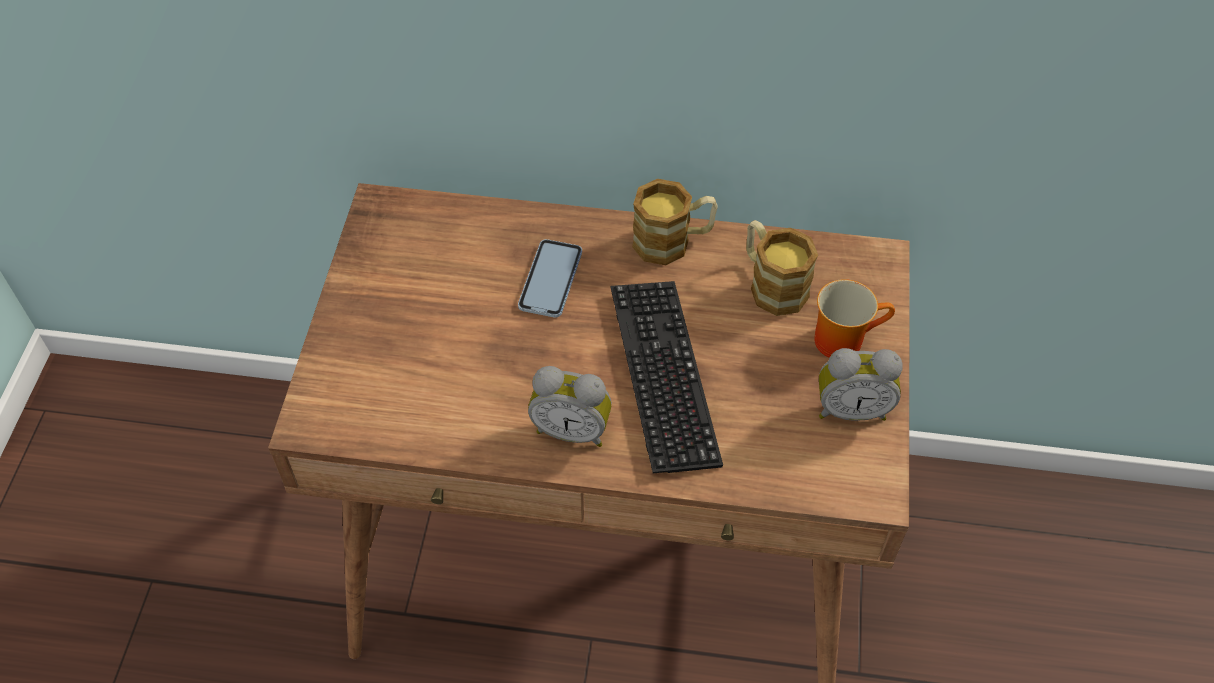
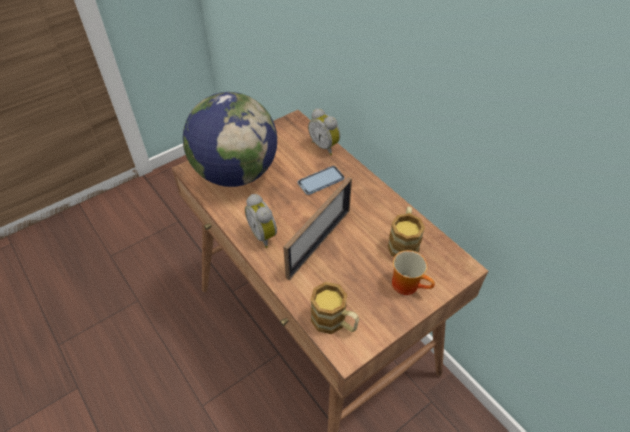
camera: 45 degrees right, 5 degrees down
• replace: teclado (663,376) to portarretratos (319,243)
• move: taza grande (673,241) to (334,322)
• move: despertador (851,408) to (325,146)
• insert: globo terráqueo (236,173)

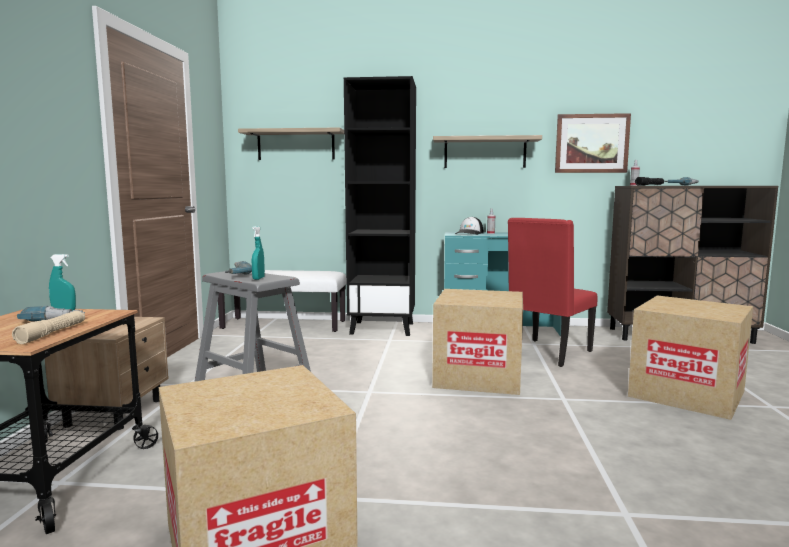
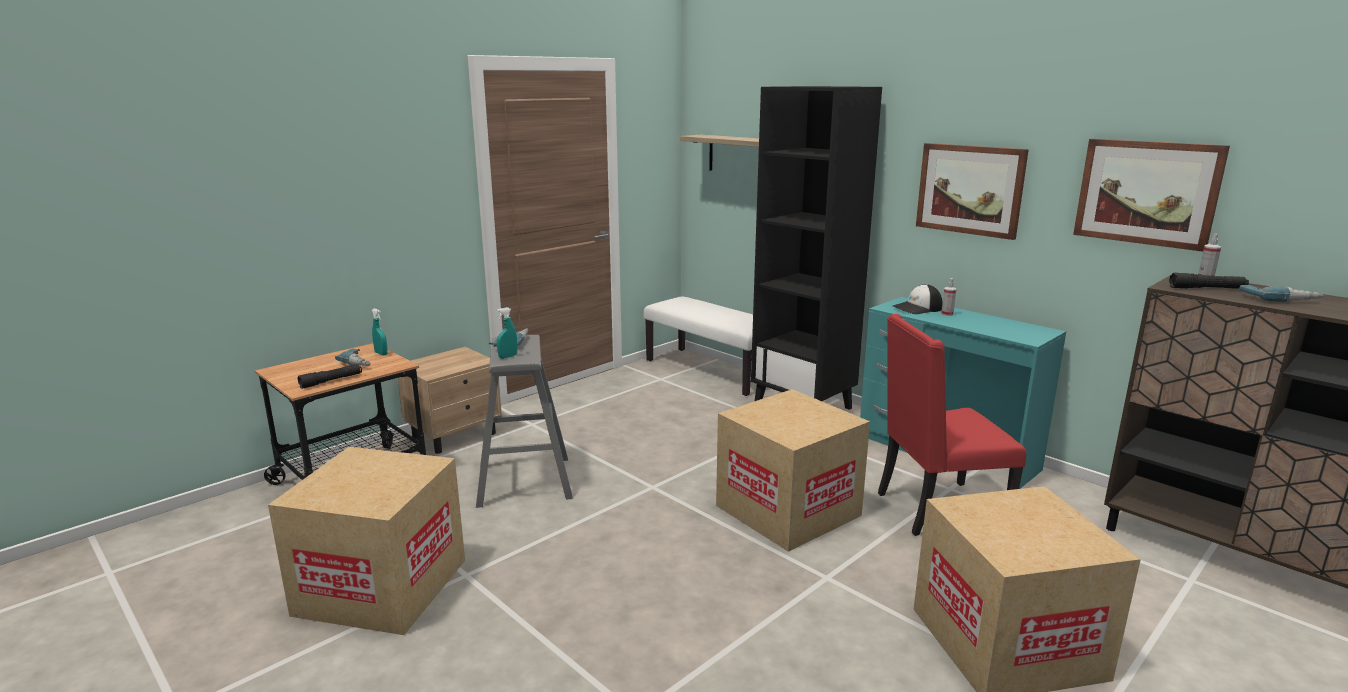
camera: 40 degrees right, 10 degrees up
• recolor: linterna (beis) (52,333) to linterna (negro) (331,381)
• replace: estante (485,152) to cuadro (970,189)

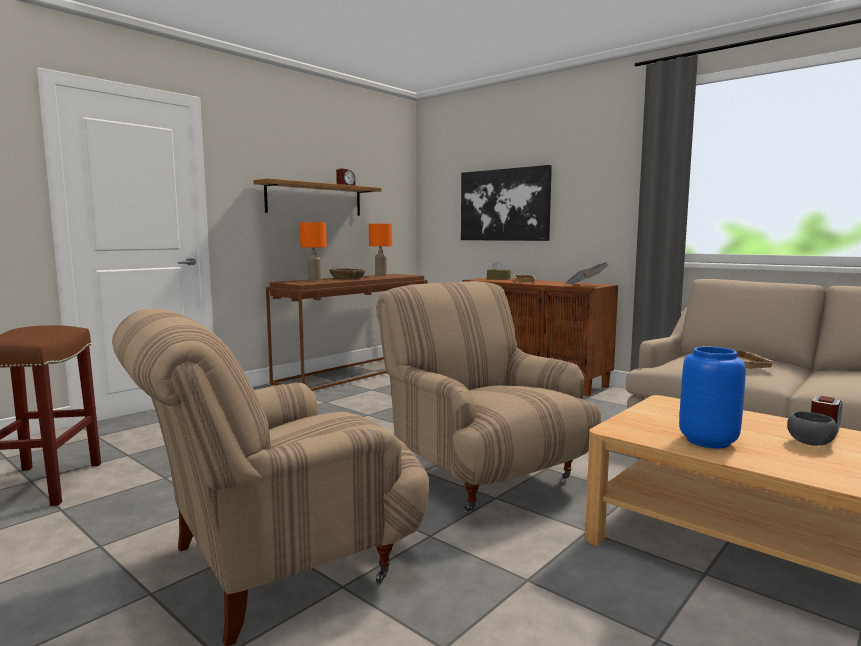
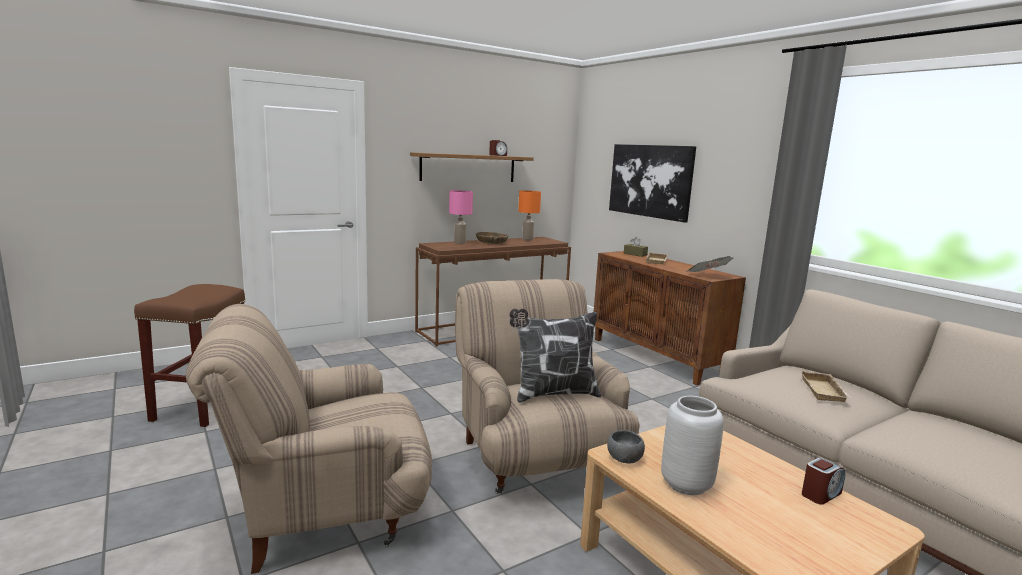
camera: 15 degrees right, 5 degrees up
• recolor: lámpara de mesa (naranja) (314,280) to lámpara de mesa (rosa) (460,243)
• recolor: florero (azul) (708,442) to florero (gris) (686,485)
• move: cuenco (gris) (809,443) to (623,459)
• insert: cojín (553,394)

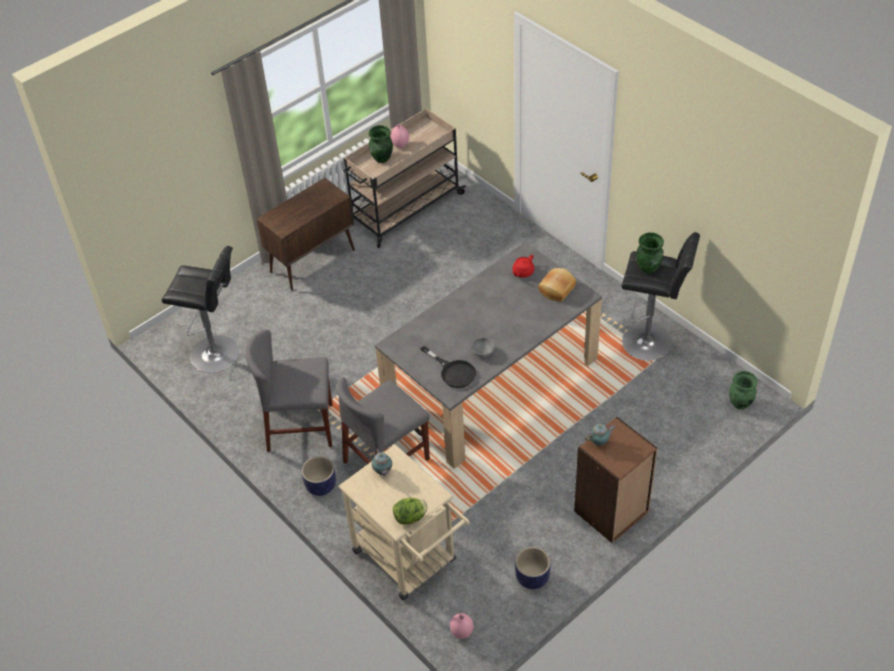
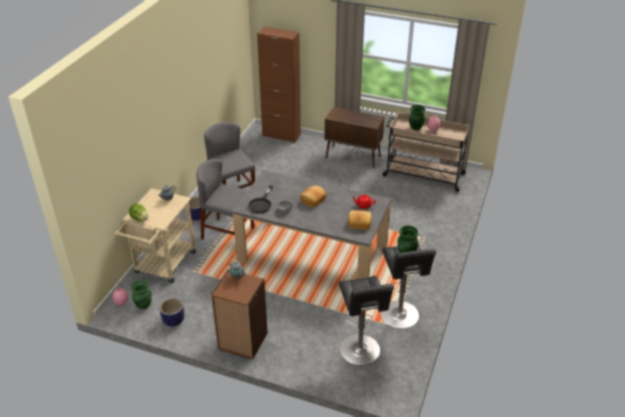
camera: 60 degrees right, 10 degrees down
• move: taburete (negro) (218,354) to (361,352)
• move: florero (verde) (740,404) to (143,305)
• insert: armario (marrón) (281,135)
• insert: pan (312,200)

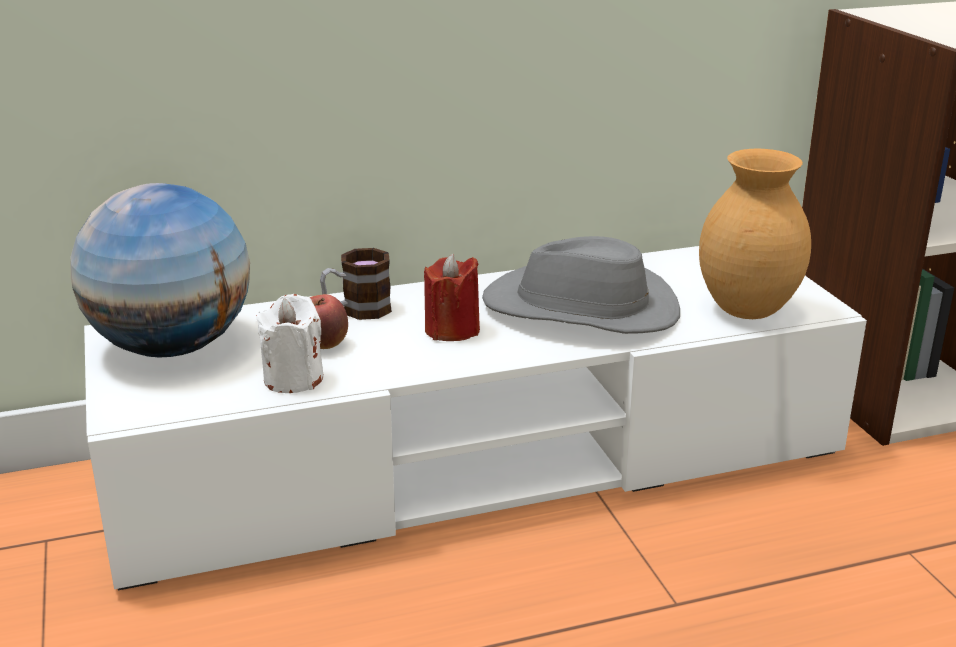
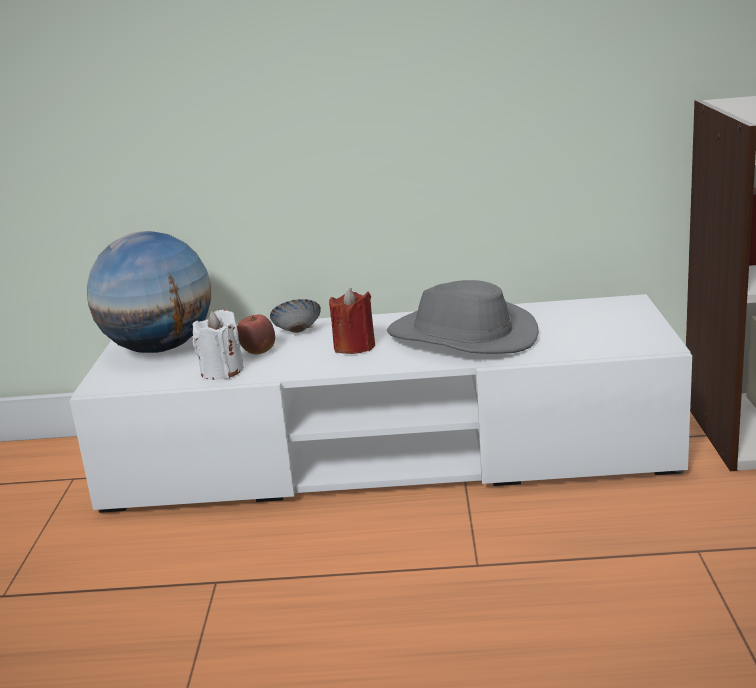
camera: 20 degrees right, 5 degrees down
• replace: taza grande (357,311) to cuenco (297,332)
• delete: florero (marrón) (747,311)

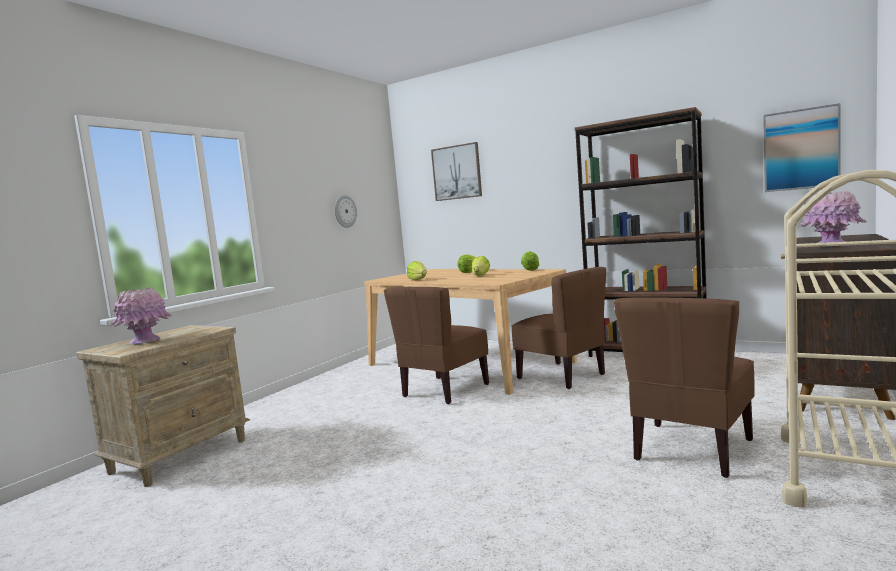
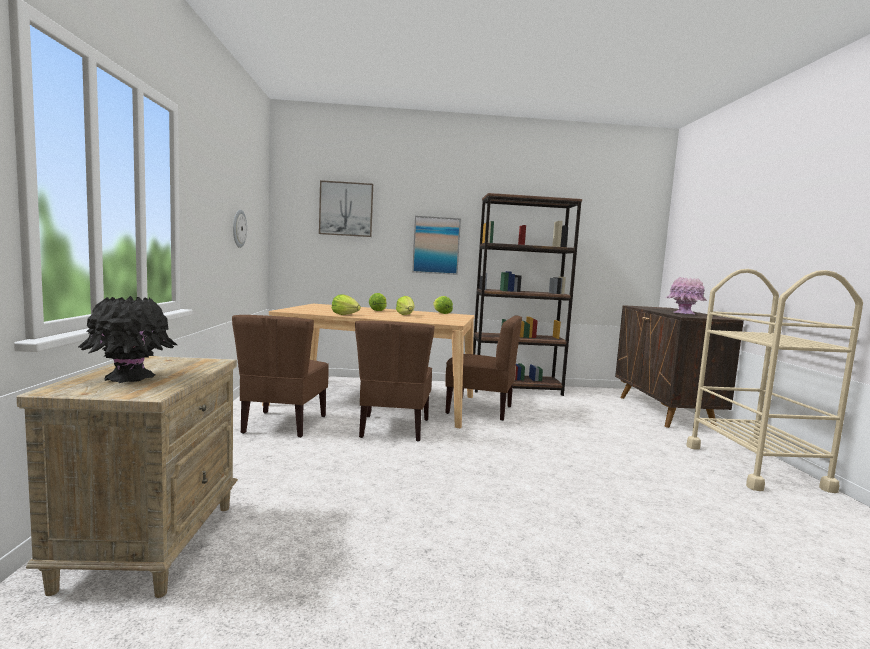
camera: 35 degrees left, 0 degrees up
• recolor: florero (rosa) (145,341) to florero (negro) (130,377)
• move: silla (marrón) (691,449) to (283,424)
• move: cuadro (800,149) to (436,245)

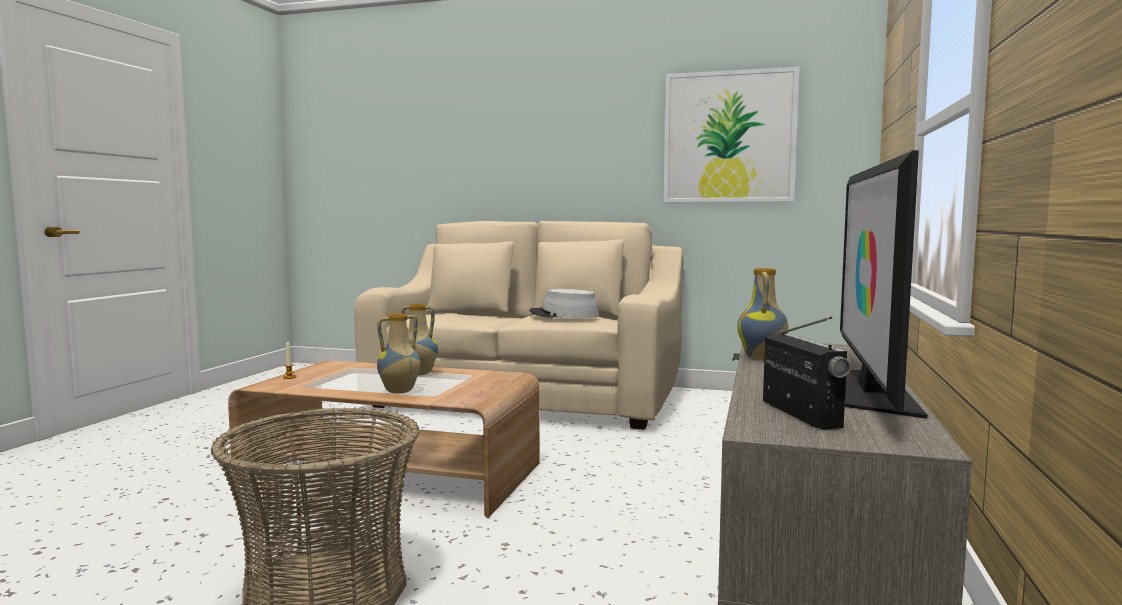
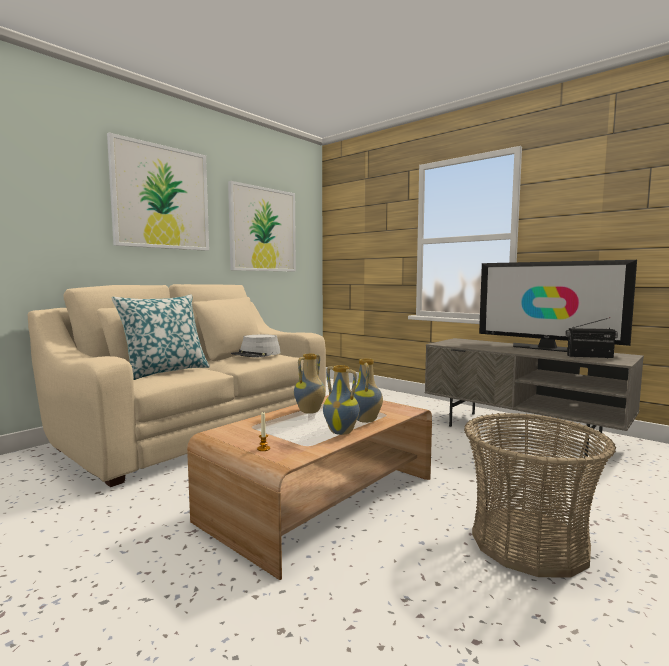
camera: 65 degrees left, 0 degrees up
• move: florero (763,358) to (342,432)
• insert: cuadro (161,197)
• insert: cojín (165,372)

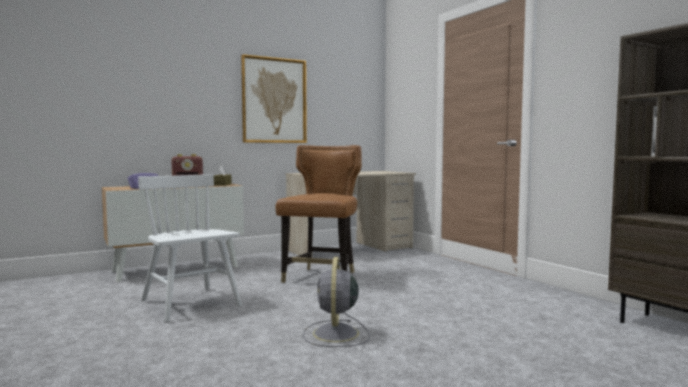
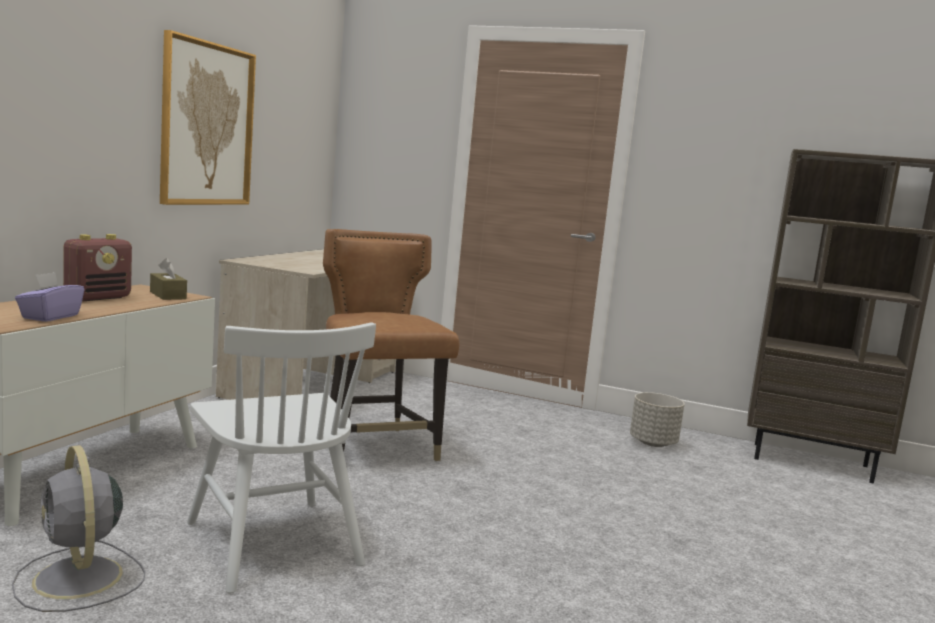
camera: 40 degrees left, 5 degrees up
• rotate: silla (blanco) (190,303) = (273,543) 135 degrees counterclockwise
• move: ventilador (gris) (335,334) to (79,579)
• insert: maceta (gris) (653,443)

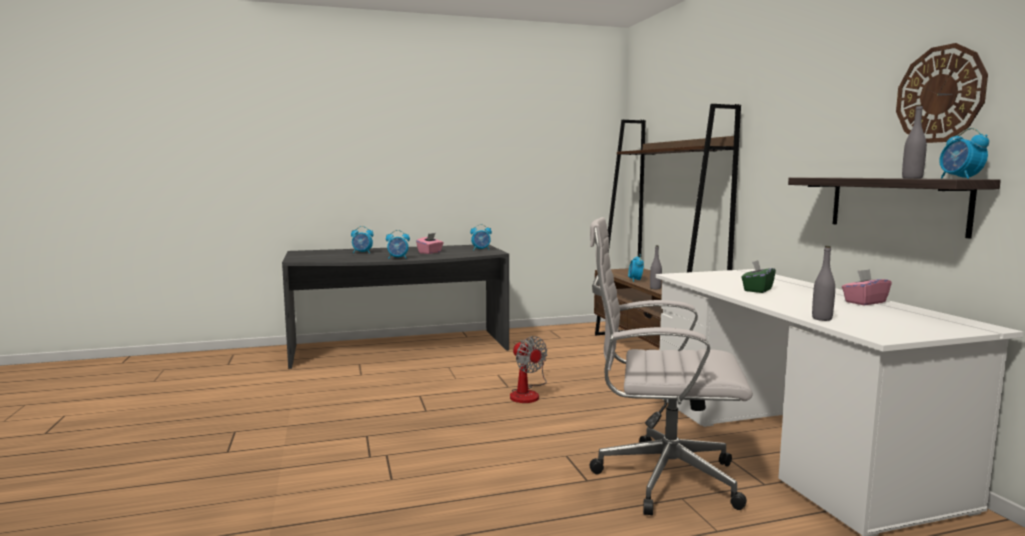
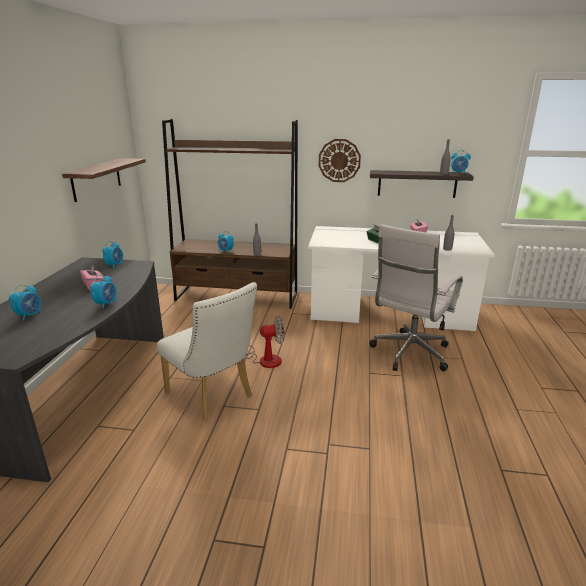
camera: 65 degrees left, 15 degrees up
• move: reloj de pared (940,94) to (339,160)
• insert: estante (96,179)
• insert: silla (blanco) (213,396)

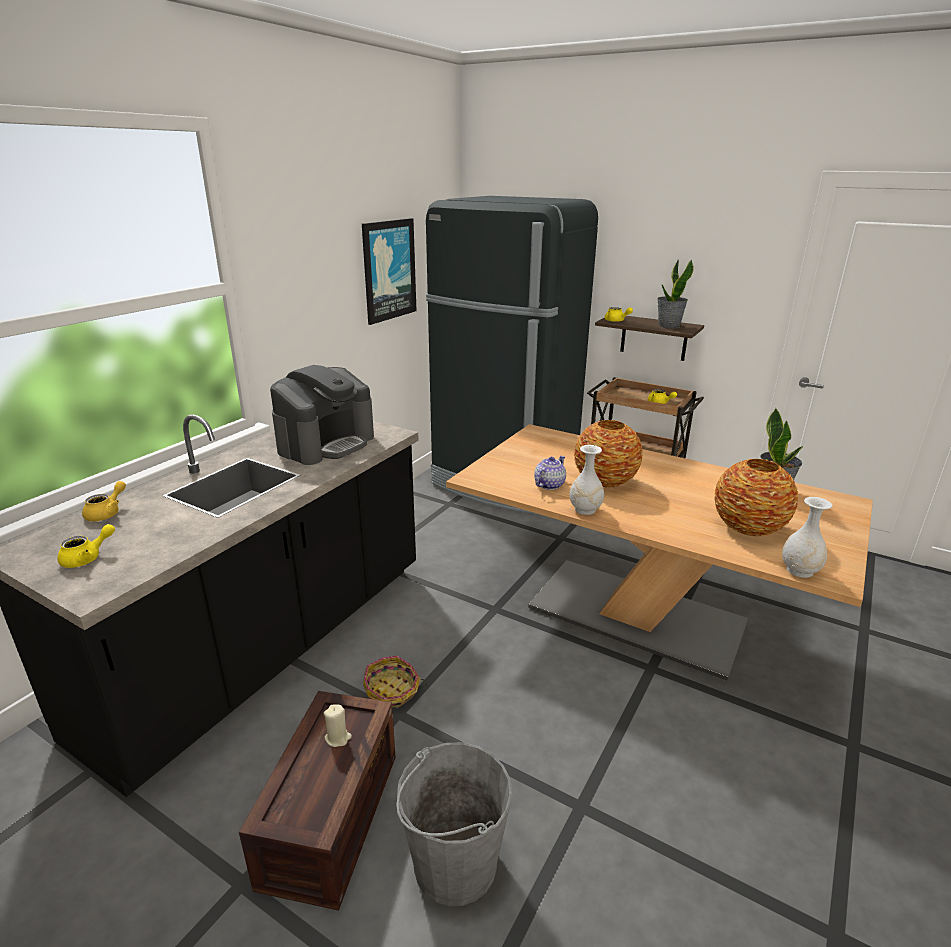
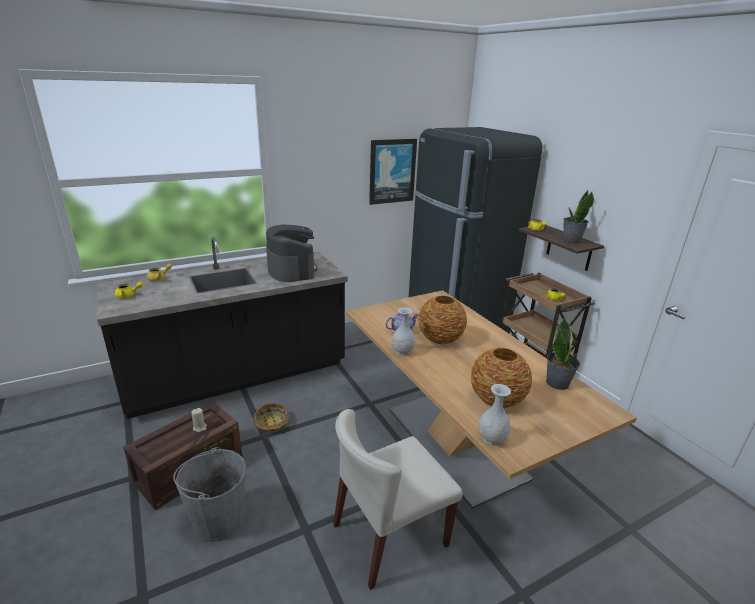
camera: 30 degrees right, 0 degrees up
• rotate: cafetera (326,443) = (291,270) 90 degrees counterclockwise
• insert: silla (beis) (389,536)

